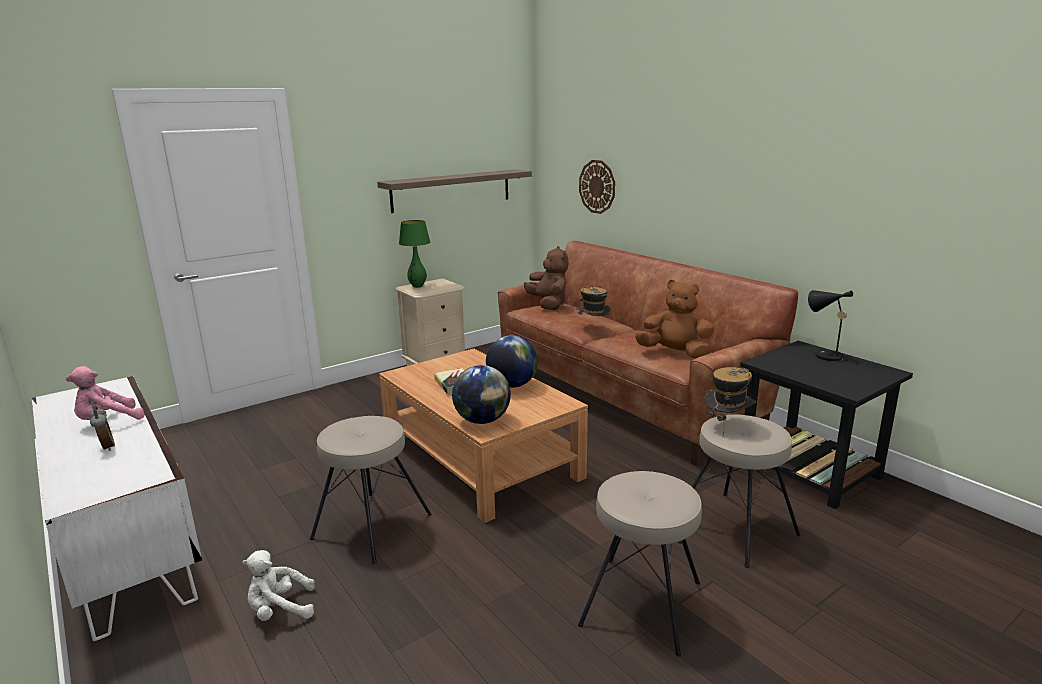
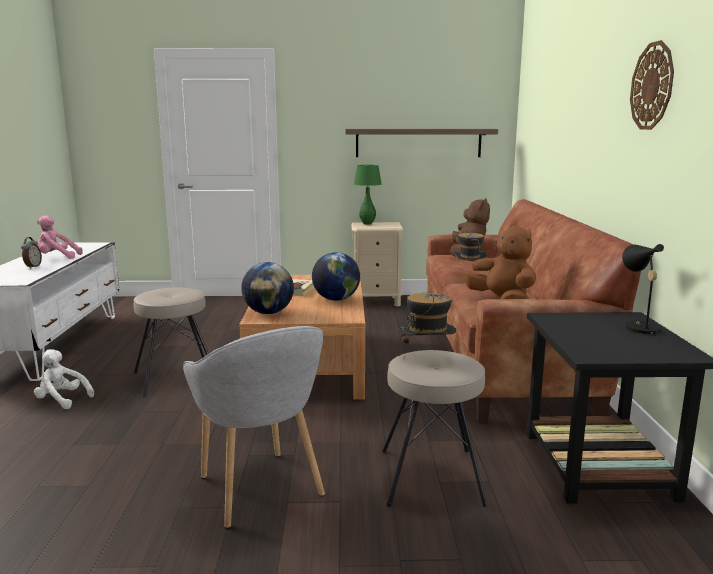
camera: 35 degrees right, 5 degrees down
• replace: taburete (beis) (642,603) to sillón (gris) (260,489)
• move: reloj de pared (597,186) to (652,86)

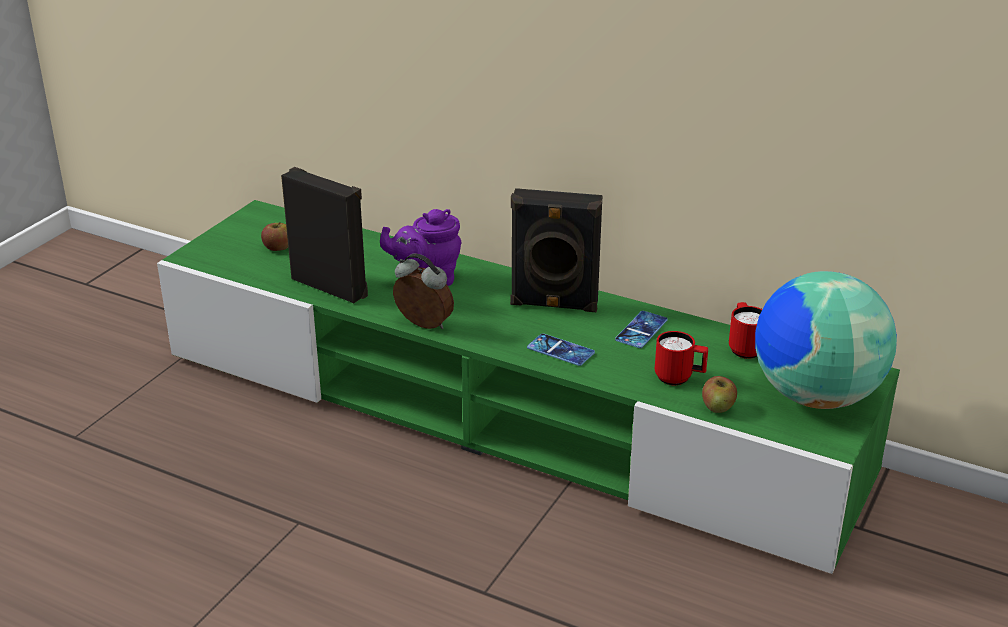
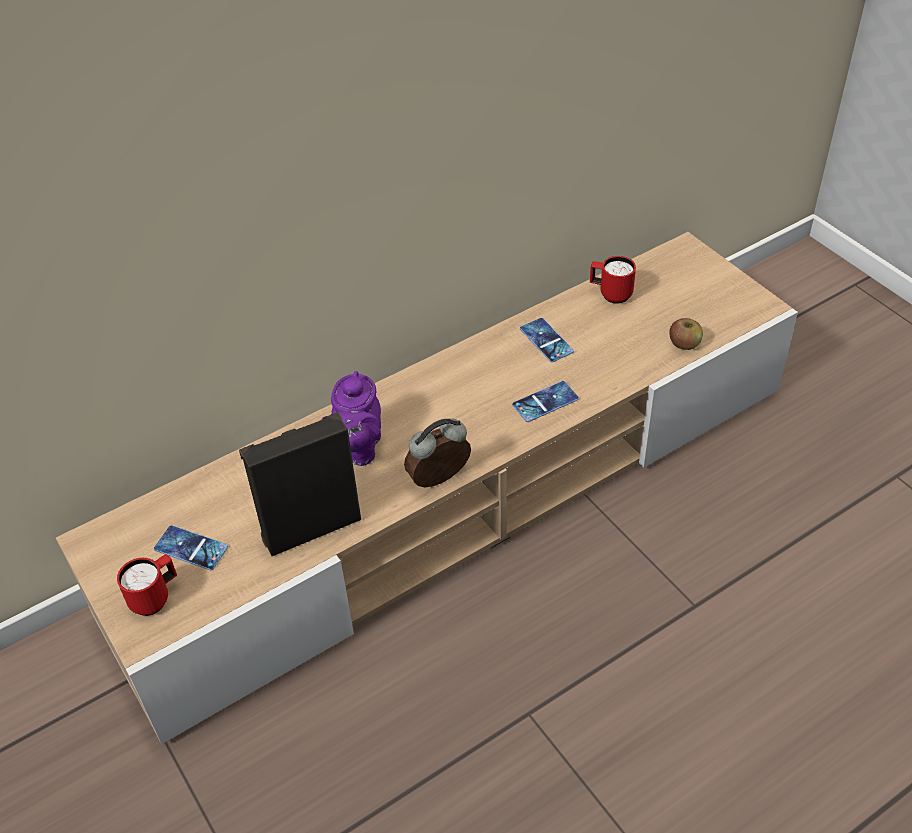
camera: 60 degrees left, 15 degrees up
• recolor: mueble de televisión (verde) (505,414) to mueble de televisión (beis) (461,496)
• replace: manzana (278,247) to móvil (191,548)
• delete: altavoz (negro) (554,305)
• move: taza grande (rojo) (679,378) to (155,598)
• delete: globo terráqueo (814,396)

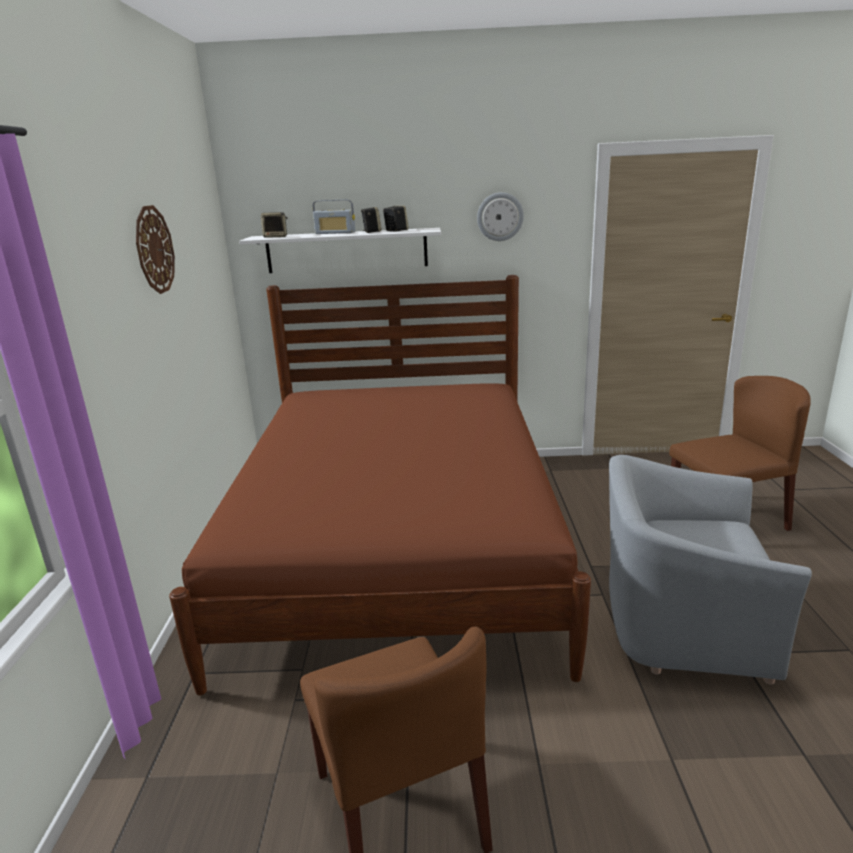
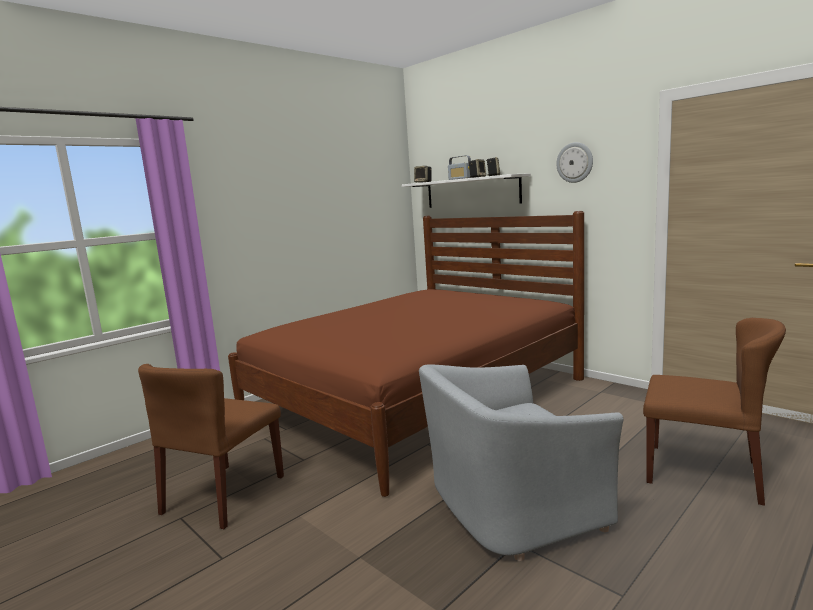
camera: 45 degrees right, 10 degrees down
• delete: reloj de pared (154,250)
• rotate: sillón (gris) (680,622) = (511,506) 75 degrees counterclockwise

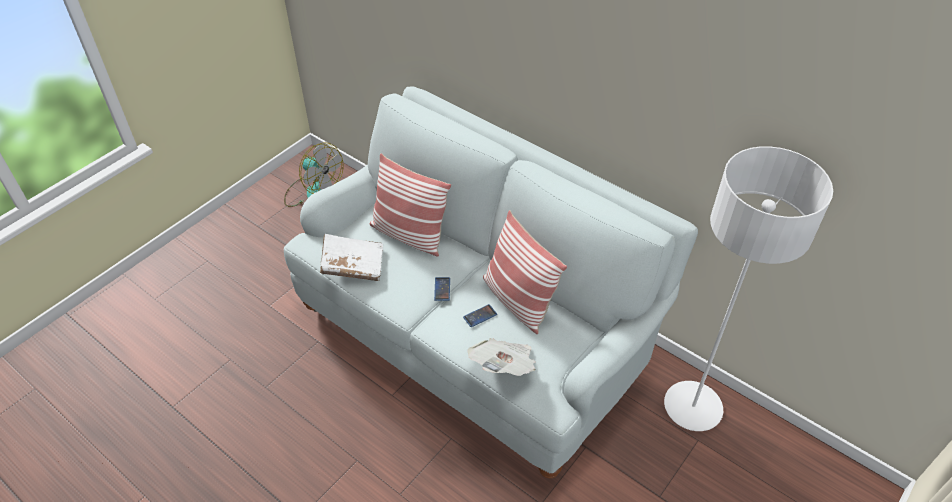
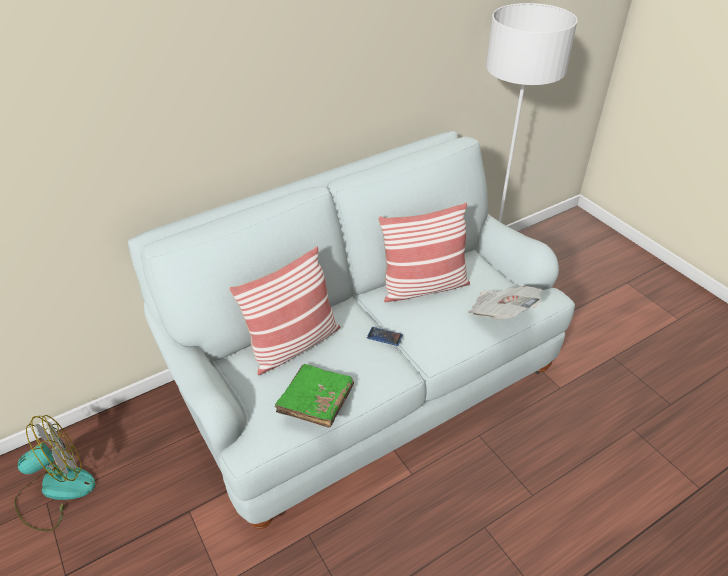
camera: 70 degrees left, 5 degrees down
• recolor: libro (blanco) (353,265) to libro (verde) (316,403)
• delete: móvil (480,316)

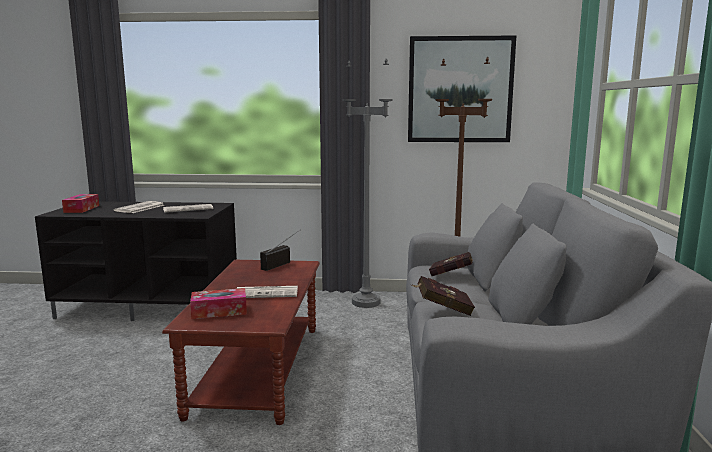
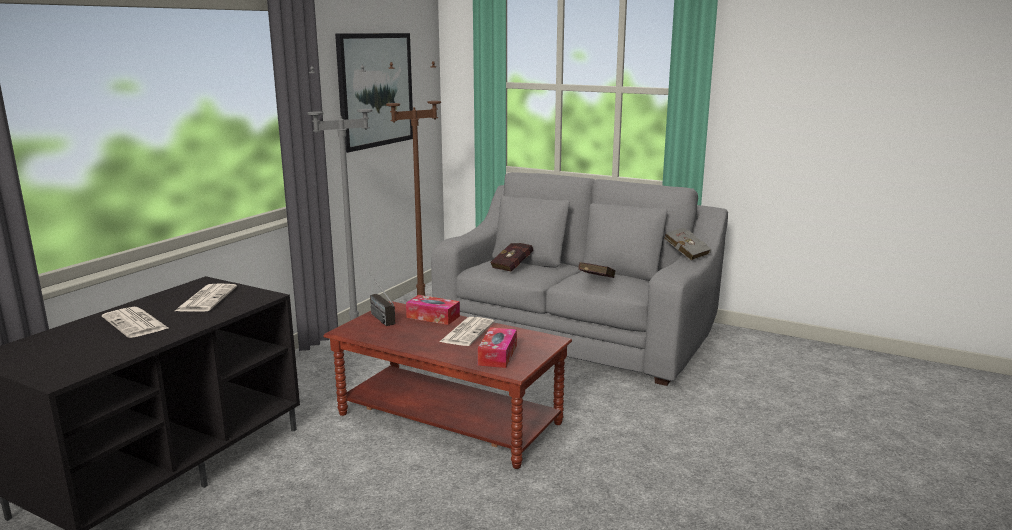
camera: 65 degrees left, 5 degrees up
• move: caja de pañuelos (81,209) to (433,317)
• insert: libro (gris) (685,254)

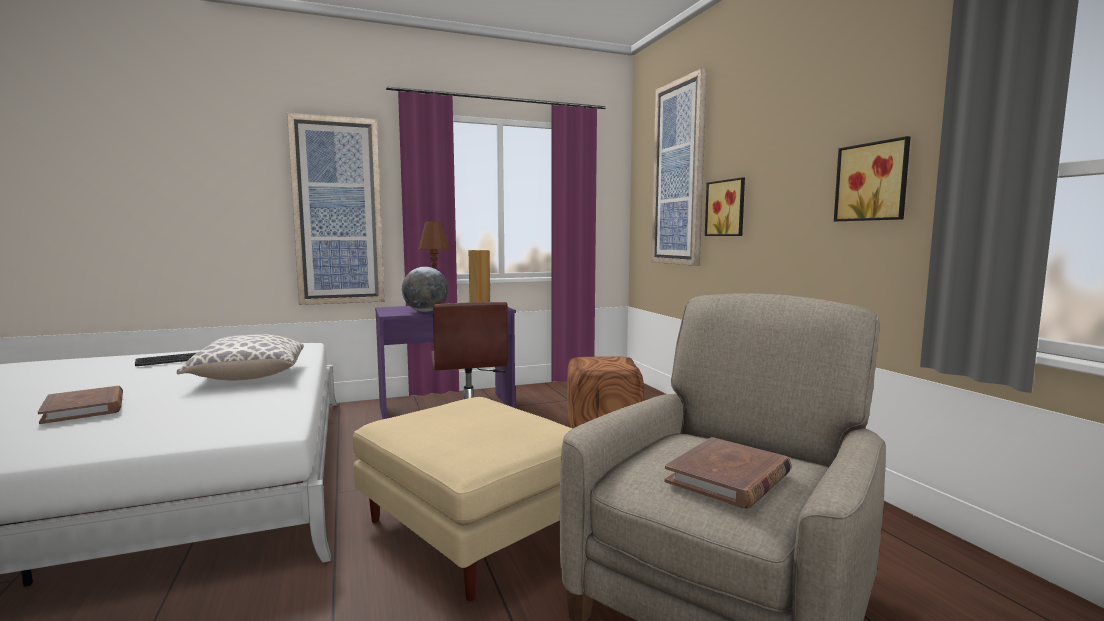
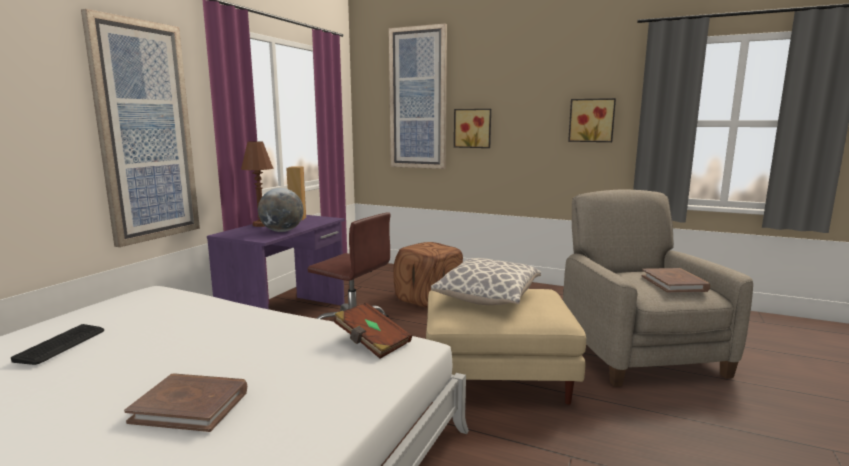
camera: 45 degrees left, 5 degrees up
• move: cojín (248,377) to (487,299)
• insert: libro (marrón) (372,342)

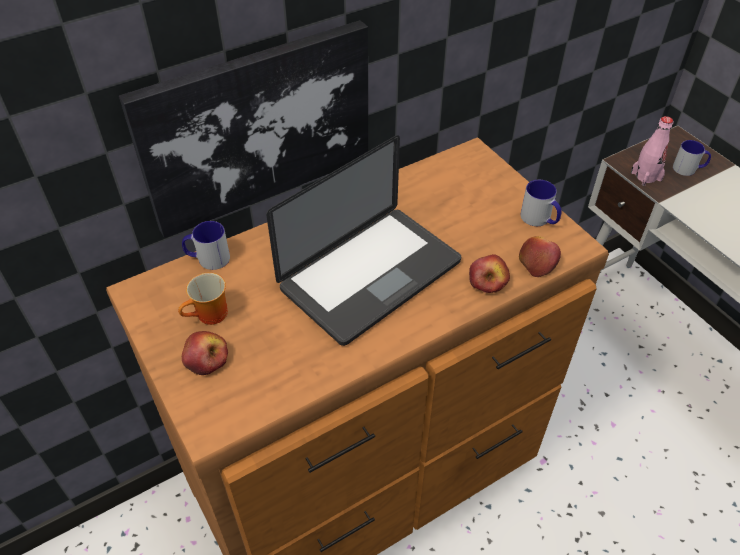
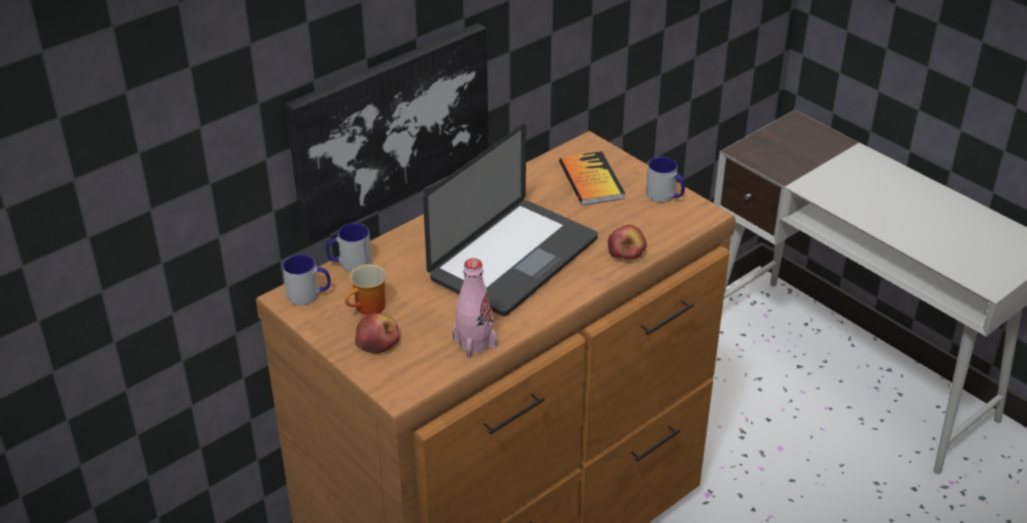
camera: 10 degrees left, 10 degrees down
• delete: manzana (537,261)
• move: botella (rosa) (646,176) to (475,343)
• move: taza grande (688,169) to (309,294)
• insert: libro (591,180)

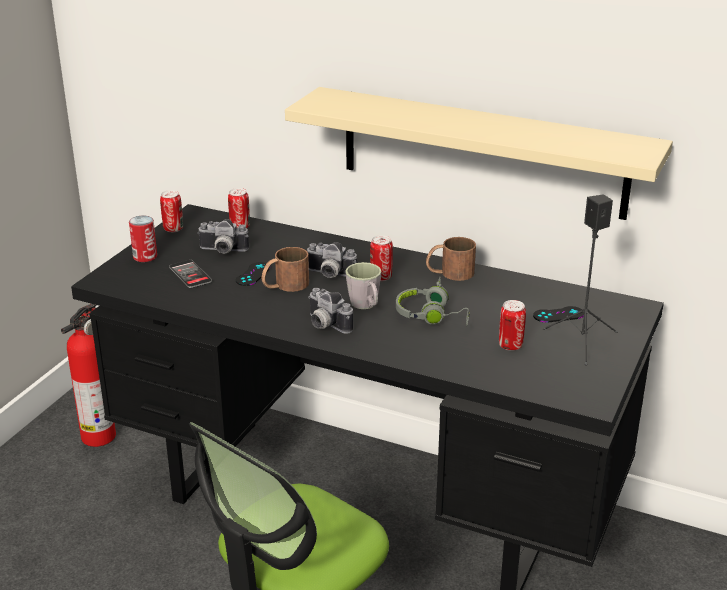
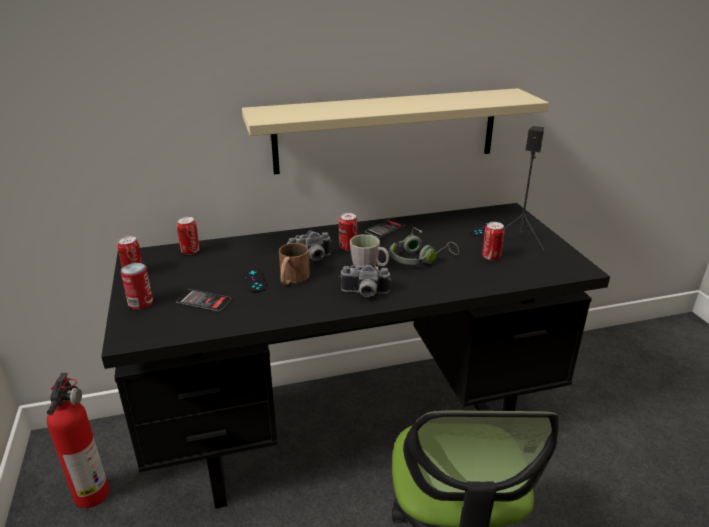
camera: 40 degrees left, 0 degrees up
• delete: cámara (222,251)
• replace: taza grande (marrón) (449,273) to móvil (385,229)

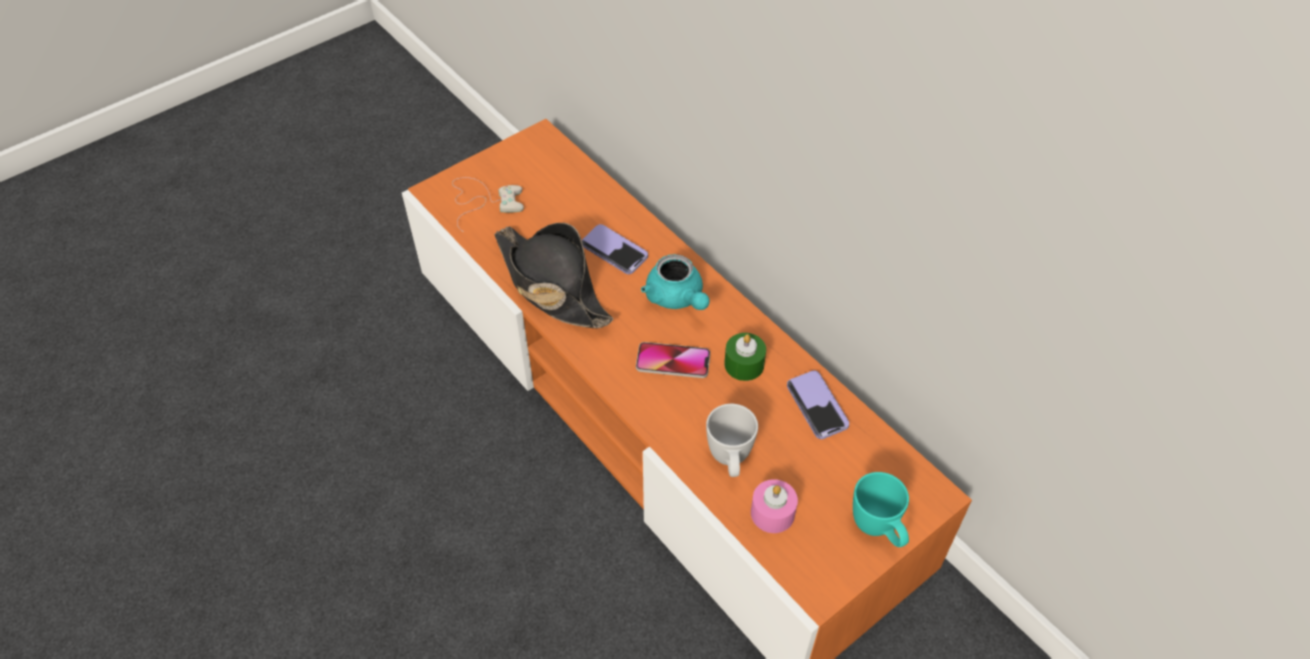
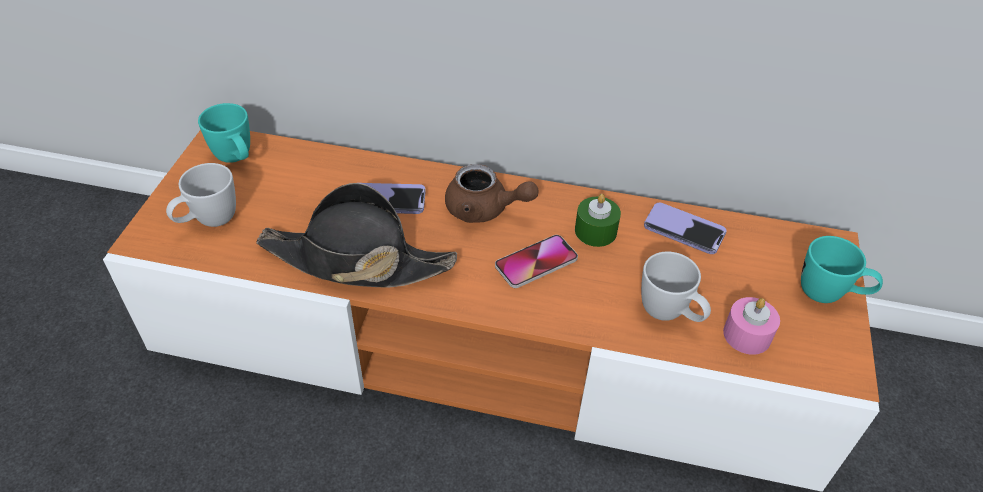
camera: 40 degrees left, 5 degrees down
• replace: mando de consola (blanco) (483,201) to taza grande (blanco) (208,222)
• recolor: tetera (turquesa) (677,298) to tetera (marrón) (484,210)
• insert: taza grande (turquesa) (237,159)

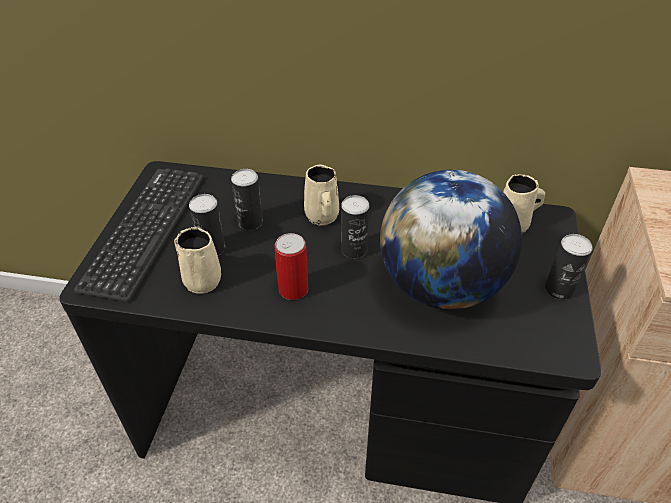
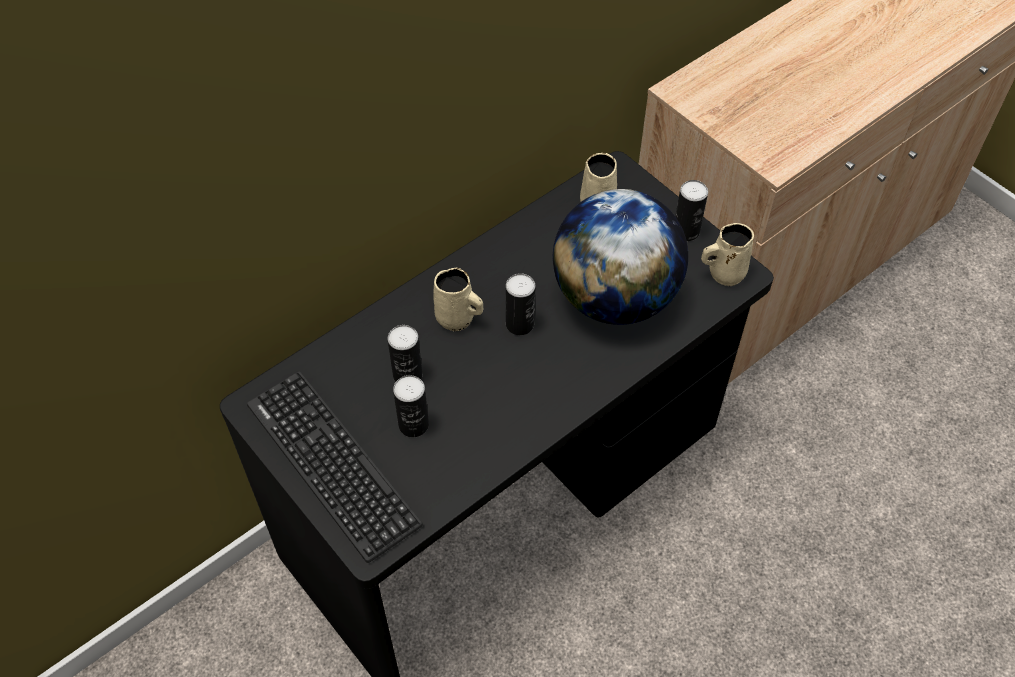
camera: 50 degrees left, 10 degrees up
• move: taza grande (beis) (201,280) to (724,273)
• delete: lata (293,289)

